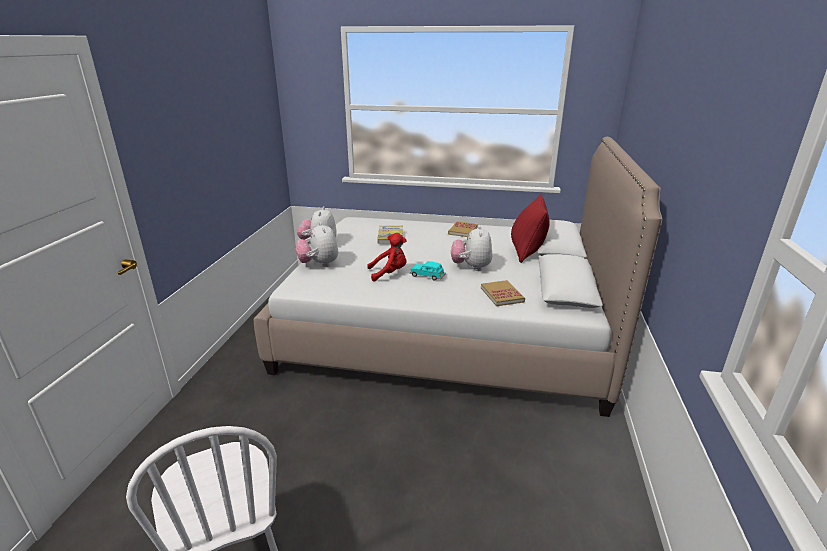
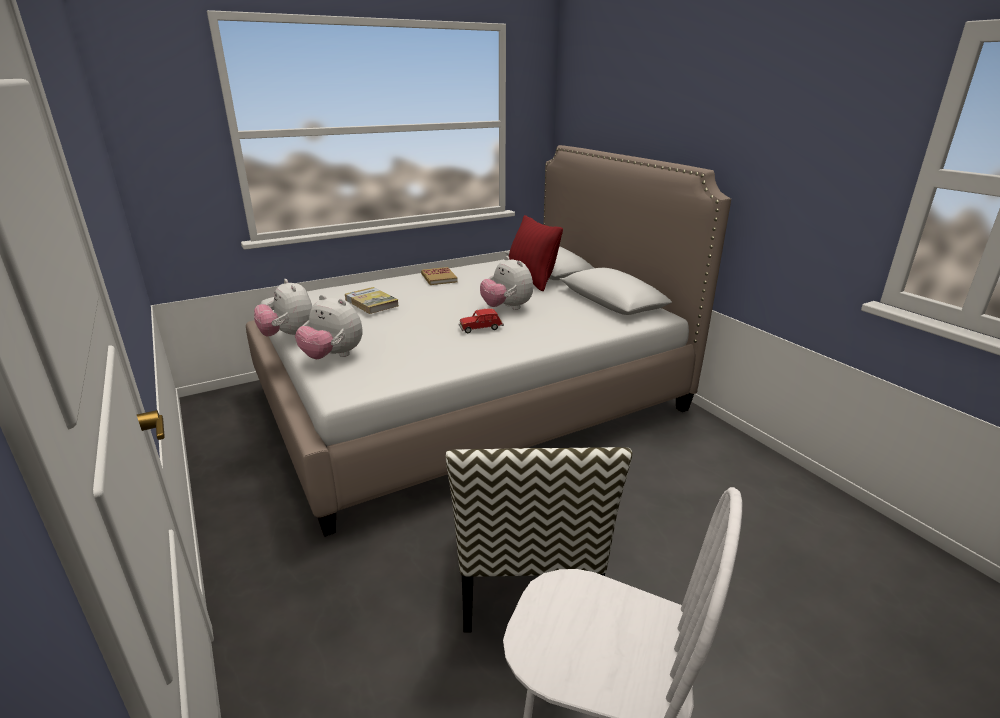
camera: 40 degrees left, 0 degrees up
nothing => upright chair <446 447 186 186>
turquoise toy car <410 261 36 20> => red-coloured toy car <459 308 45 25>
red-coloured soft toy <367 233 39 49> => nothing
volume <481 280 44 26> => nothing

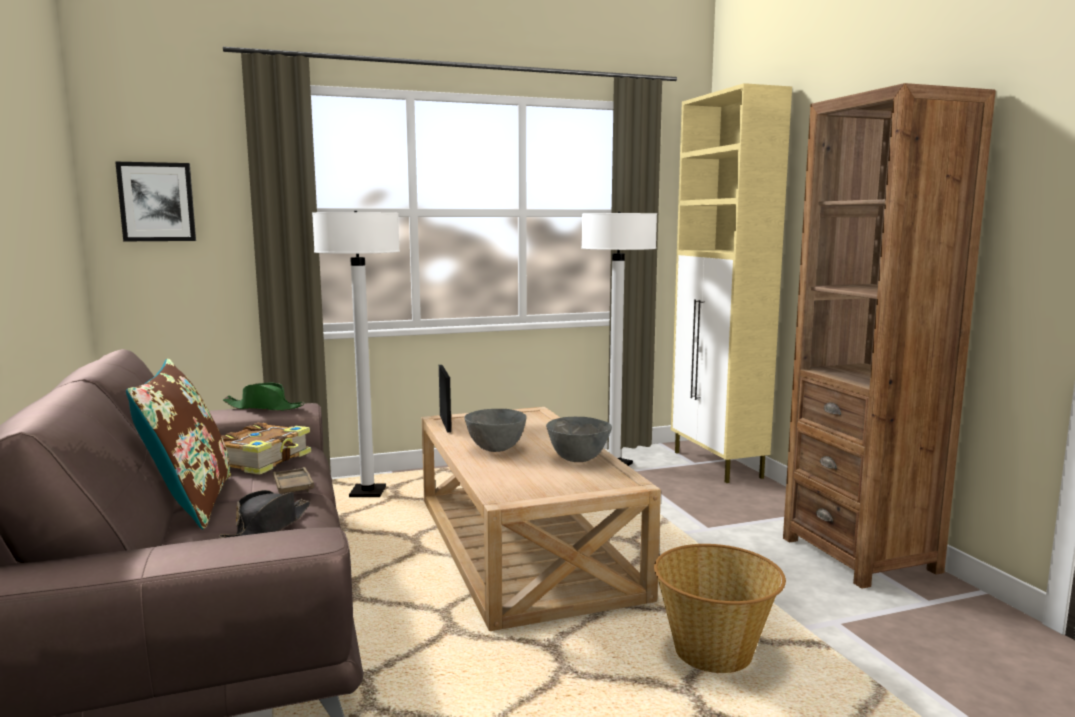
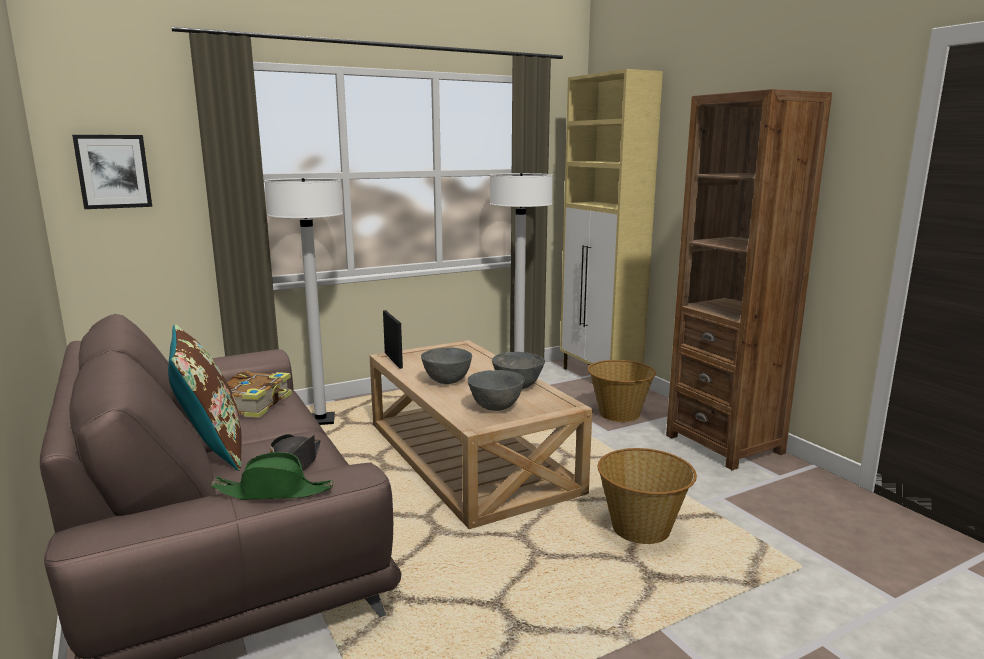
camera: 10 degrees left, 5 degrees up
green hat <223 383 82 28> => green hat <211 452 122 48>, shifted
nothing => greyish bowl <468 370 57 41>
nothing => household basket <588 360 68 62>
brown-coloured serving tray <273 467 41 27> => nothing

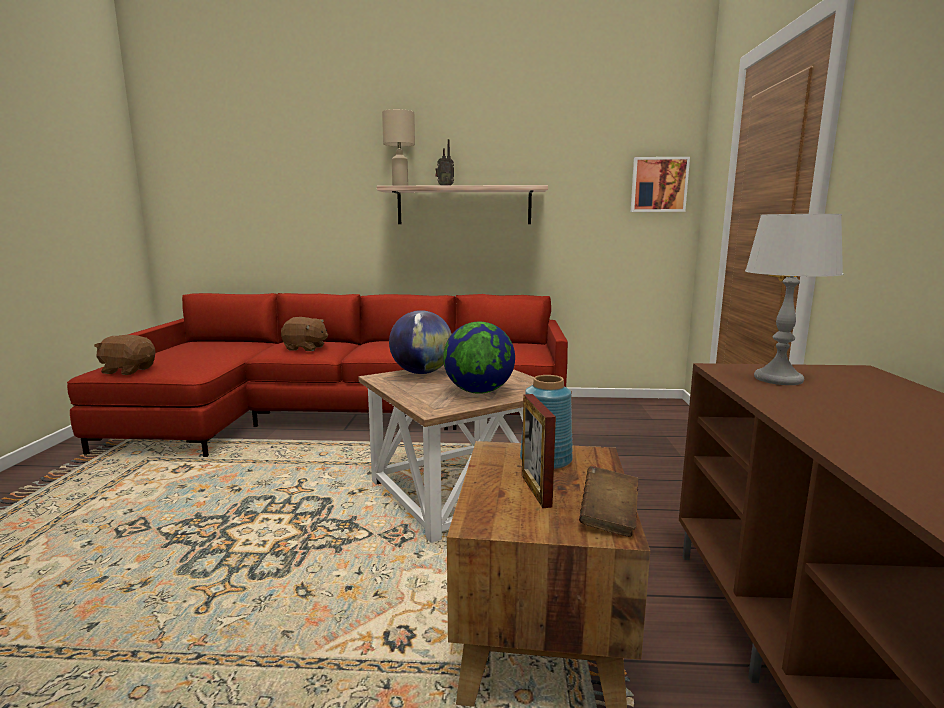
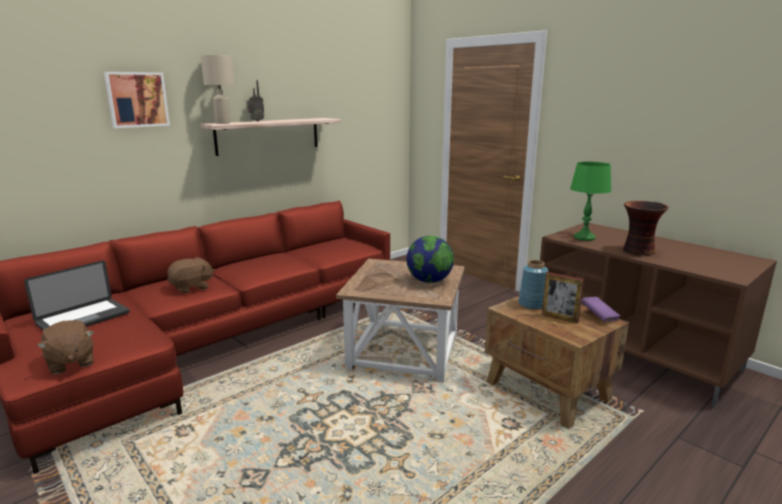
camera: 45 degrees left, 5 degrees up
nothing => notebook computer <24 261 106 69>
brown-coloured soft toy <94 335 61 40> => brown-coloured soft toy <37 320 57 54>, 90 degrees counterclockwise
wall art <631 157 59 55> => wall art <104 72 66 56>, shifted
greyish lamp for a table <745 214 98 171> => green lamp for a table <570 162 41 79>
brown-coloured volume <579 466 60 71> => purple-coloured volume <581 297 39 25>
nothing => decorative vase <623 201 46 55>
globe <389 310 63 64> => nothing

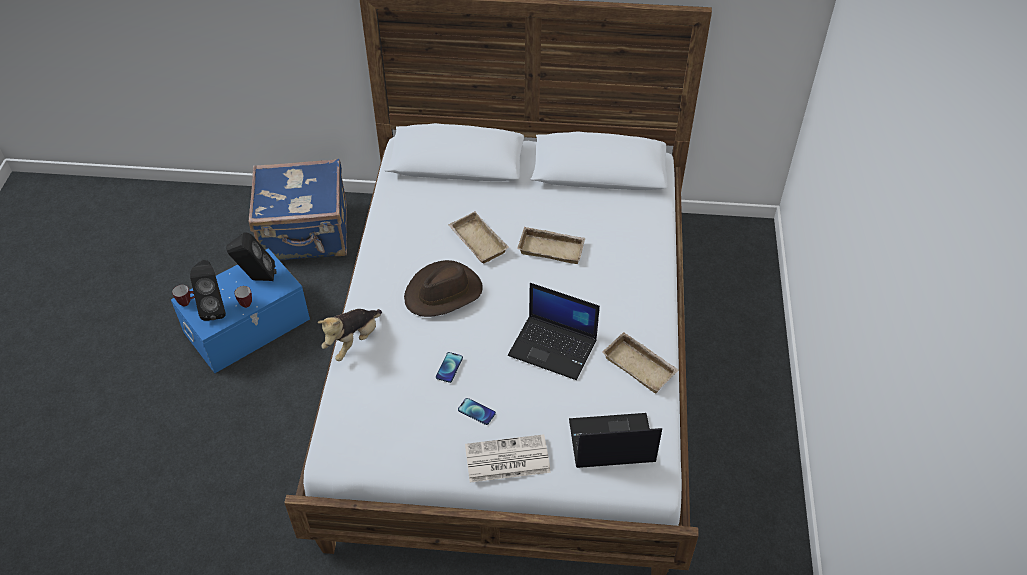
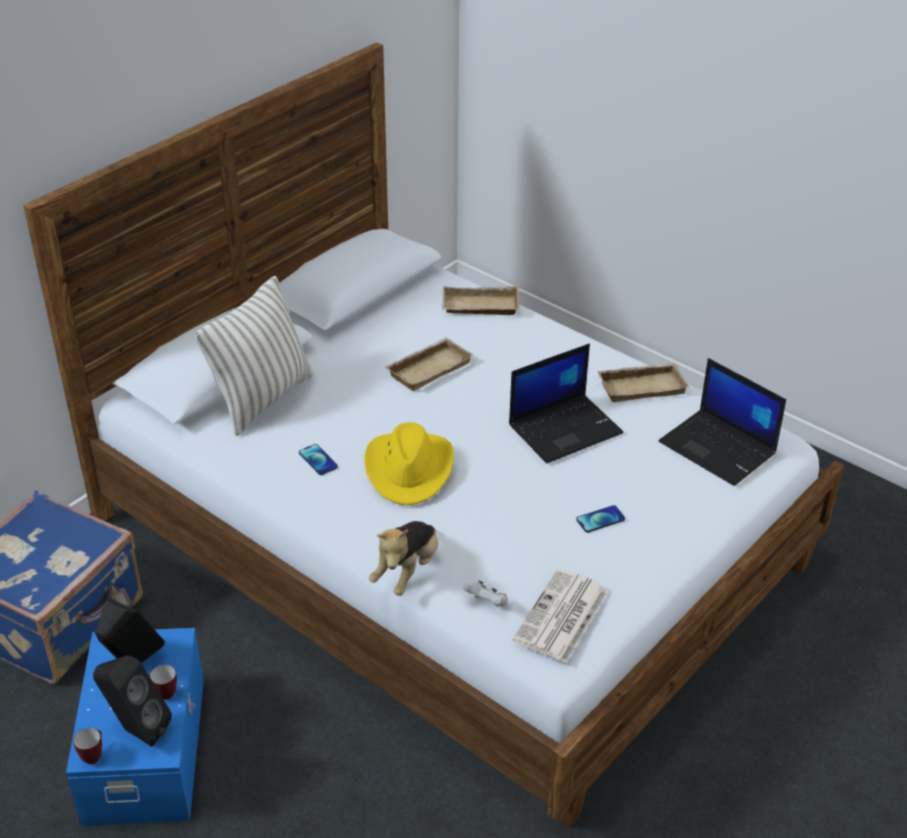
camera: 55 degrees left, 10 degrees down
nothing => throw pillow <195 276 118 160>
phone <436 352 27 31> => phone <299 444 39 31>, shifted
brown-coloured hat <404 260 79 57> => yellow hat <364 422 90 83>
soft toy <318 309 64 52> => soft toy <369 521 69 75>, 45 degrees clockwise
sand-coloured serving tray <448 212 61 51> => sand-coloured serving tray <442 286 78 29>, shifted
nothing => whitish gamepad <463 580 45 27>
daily paper <465 434 86 48> => daily paper <513 568 95 95>, shifted
notebook computer <569 413 93 55> => notebook computer <659 358 127 128>, 75 degrees counterclockwise

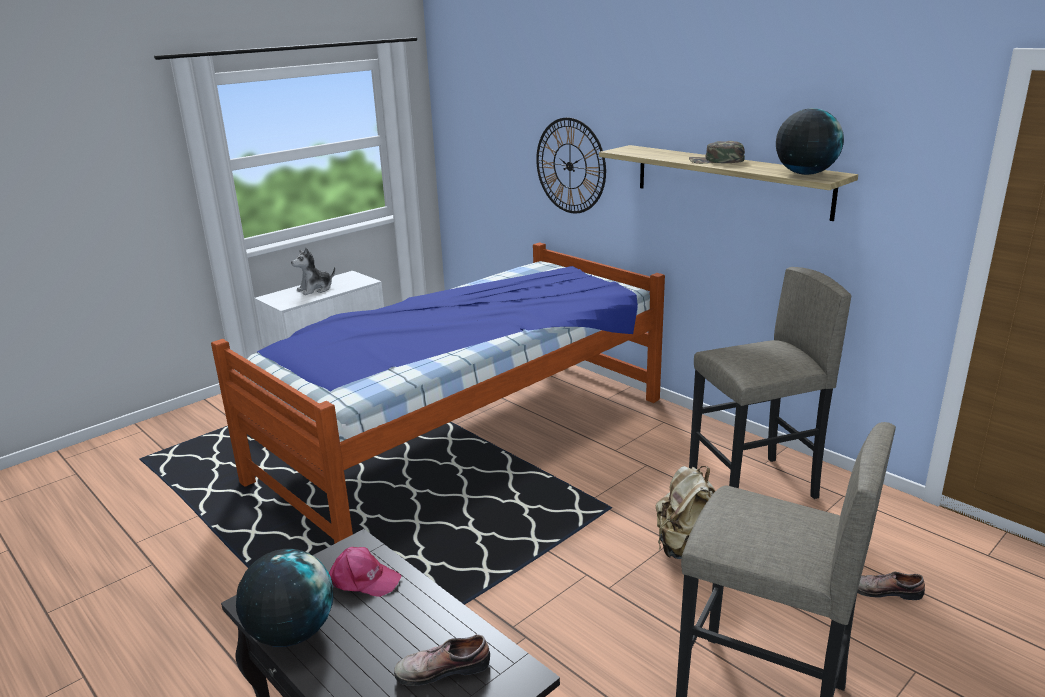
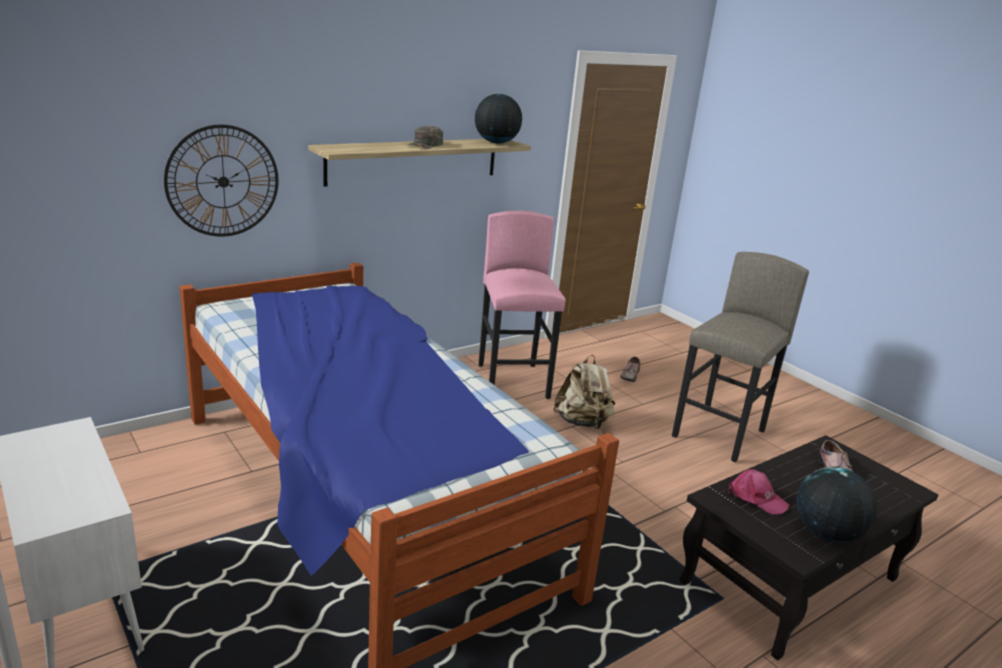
camera: 85 degrees left, 0 degrees up
greyish sitting stool <689 267 162 232> => pink sitting stool <478 211 88 188>
pink baseball cap <329 547 73 50> => pink baseball cap <728 469 61 46>, 105 degrees clockwise
soft toy <291 247 44 48> => nothing

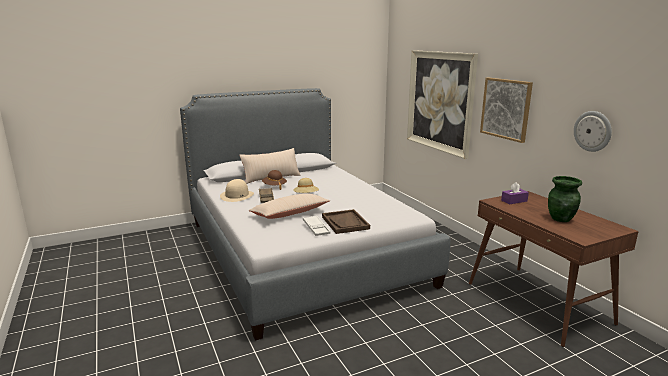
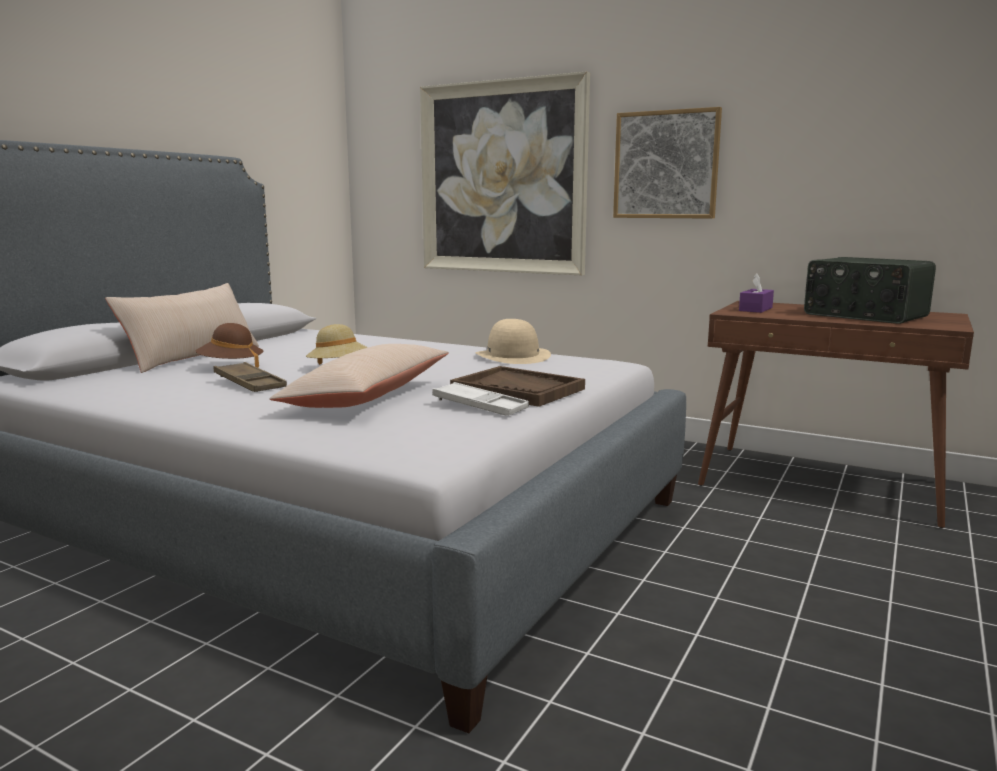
camera: 35 degrees left, 5 degrees down
sand-coloured hat <220 179 34 23> => sand-coloured hat <476 319 75 45>, shifted
green decorative vase <548 176 34 46> => radio receiver <804 257 132 67>
clock on the wall <574 111 38 41> => nothing

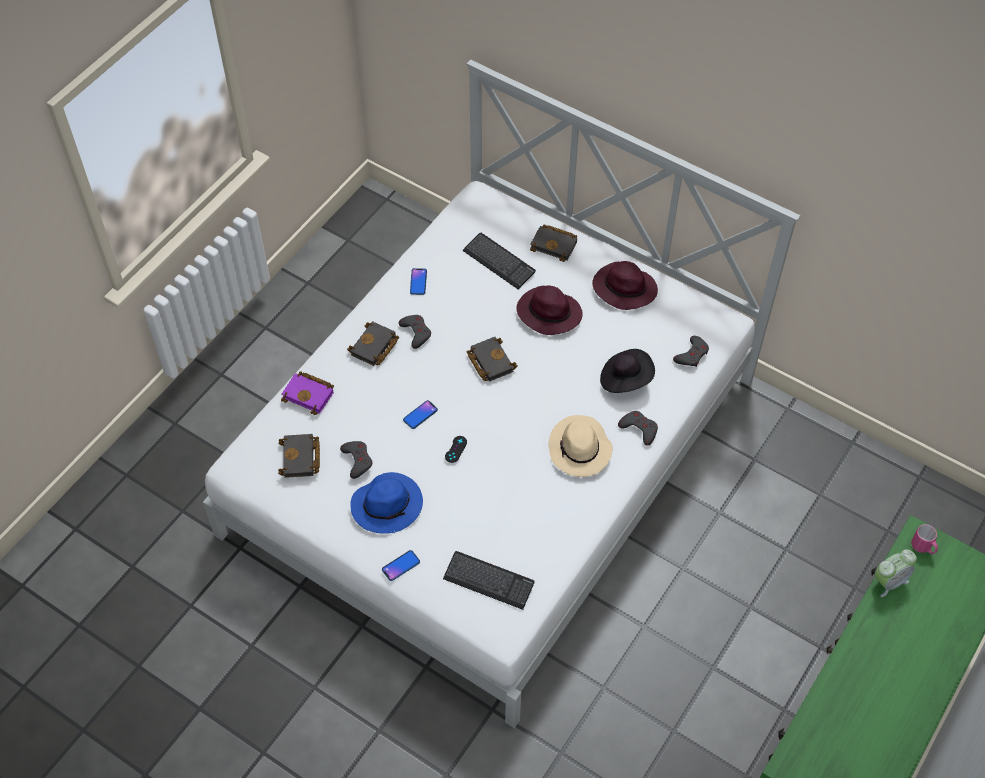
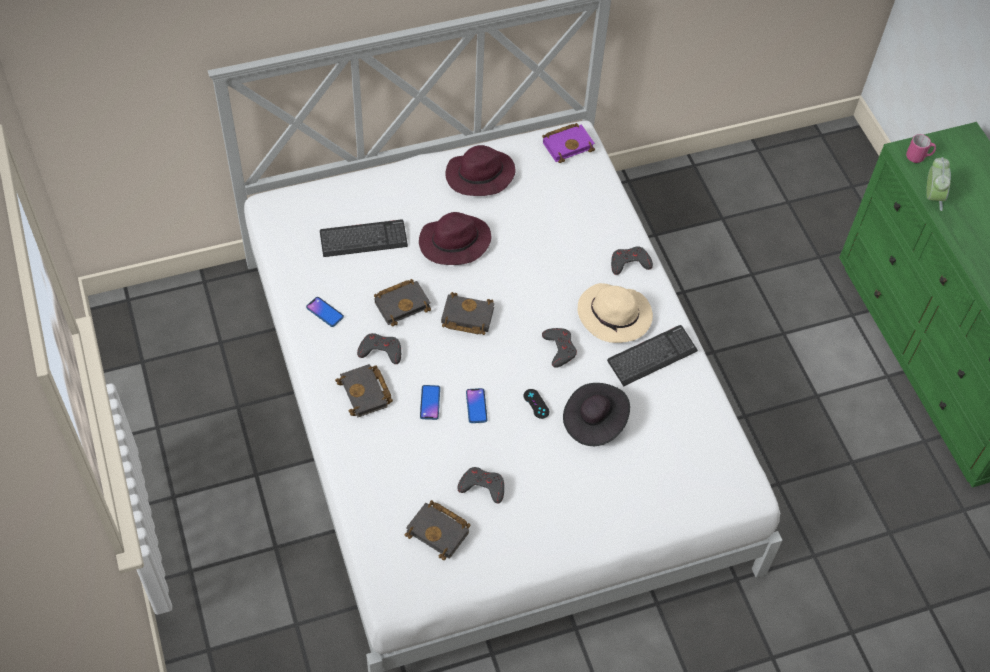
camera: 55 degrees left, 0 degrees up
blackish volume <530 224 47 38> => blackish volume <374 279 57 47>, shifted
phone <382 550 38 31> => phone <420 385 20 35>, shifted
purple-coloured volume <281 371 53 44> => purple-coloured volume <542 123 53 40>, shifted
greyish gamepad <673 336 36 31> => greyish gamepad <542 328 35 40>, shifted
blackish hat <600 349 55 44> => blackish hat <563 383 67 63>, shifted
computer keyboard <443 551 92 59> => computer keyboard <607 325 91 62>, shifted
blue hat <350 472 73 62> => nothing

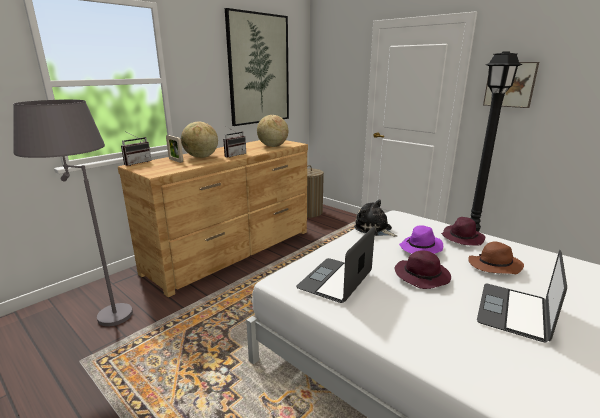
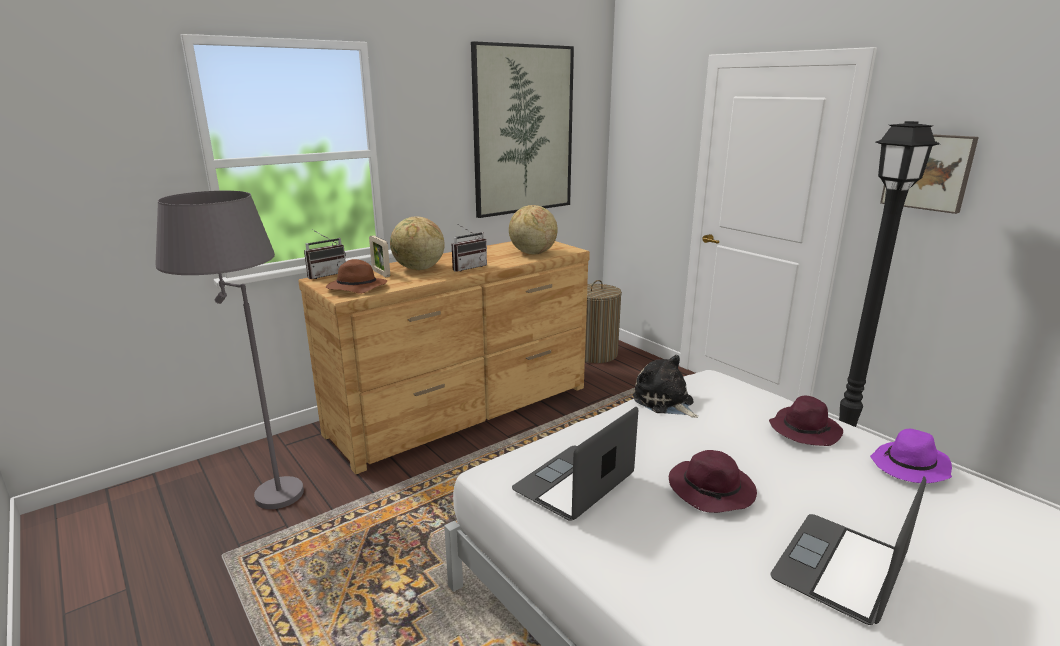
camera: 10 degrees right, 0 degrees up
brown-coloured hat <468 242 56 32> => brown-coloured hat <326 259 61 35>, shifted
purple-coloured hat <399 225 44 29> => purple-coloured hat <870 429 82 54>, shifted

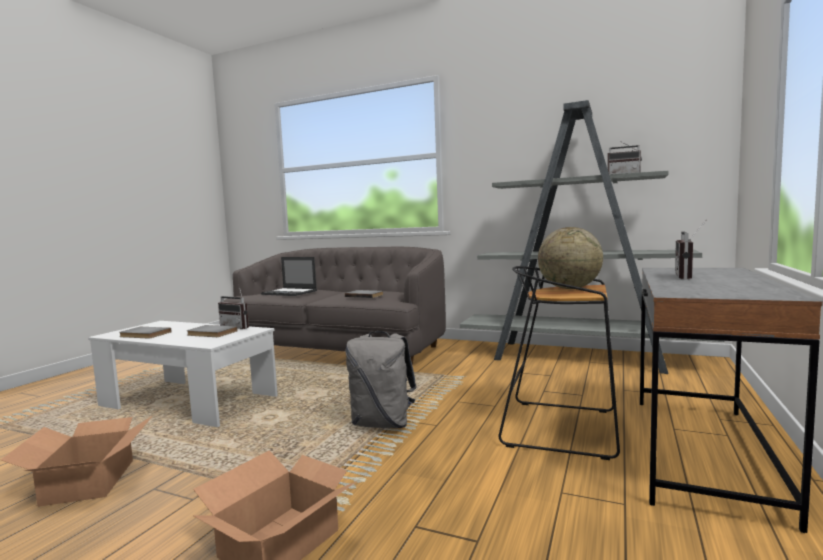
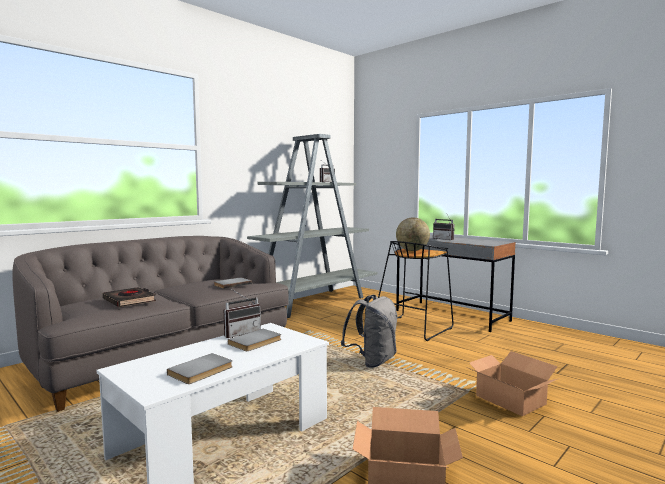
camera: 70 degrees left, 0 degrees up
notebook computer <261 257 56 39> => blackish volume <103 287 53 20>

